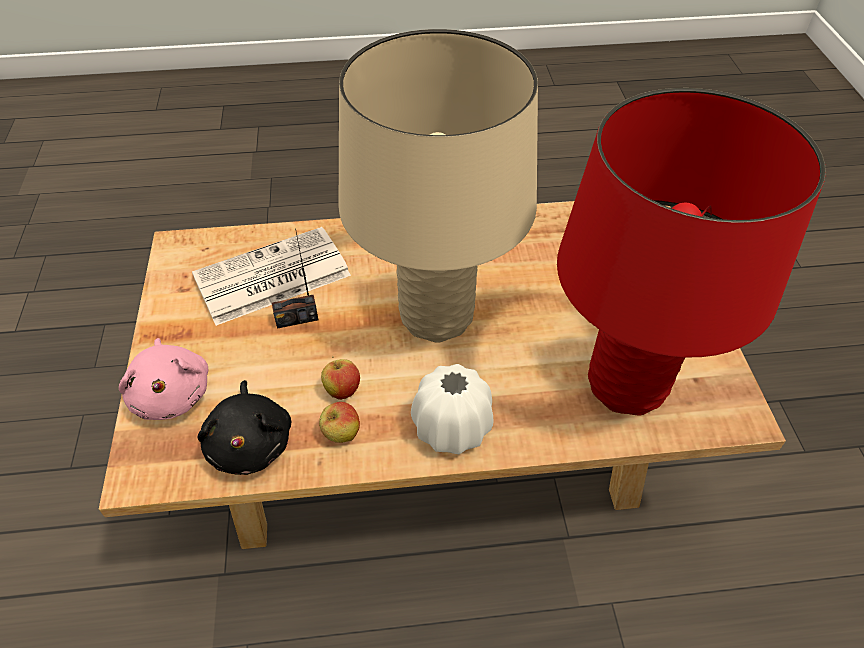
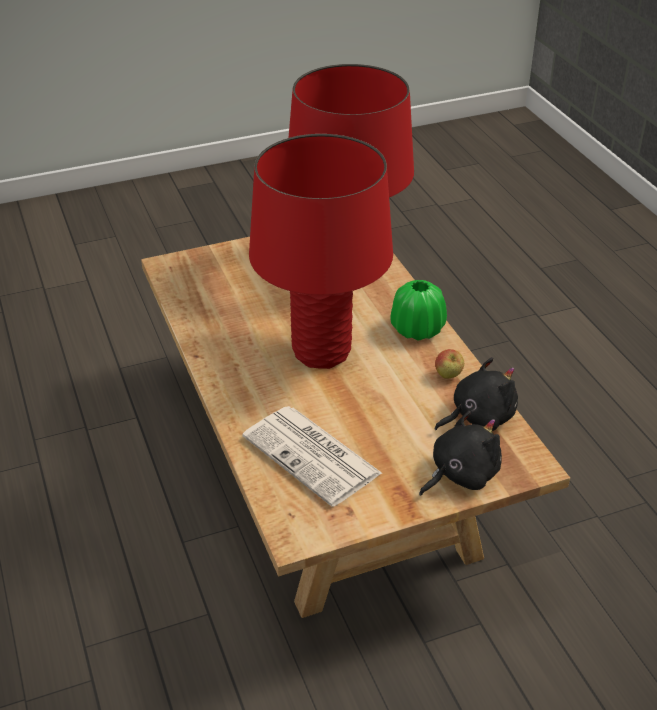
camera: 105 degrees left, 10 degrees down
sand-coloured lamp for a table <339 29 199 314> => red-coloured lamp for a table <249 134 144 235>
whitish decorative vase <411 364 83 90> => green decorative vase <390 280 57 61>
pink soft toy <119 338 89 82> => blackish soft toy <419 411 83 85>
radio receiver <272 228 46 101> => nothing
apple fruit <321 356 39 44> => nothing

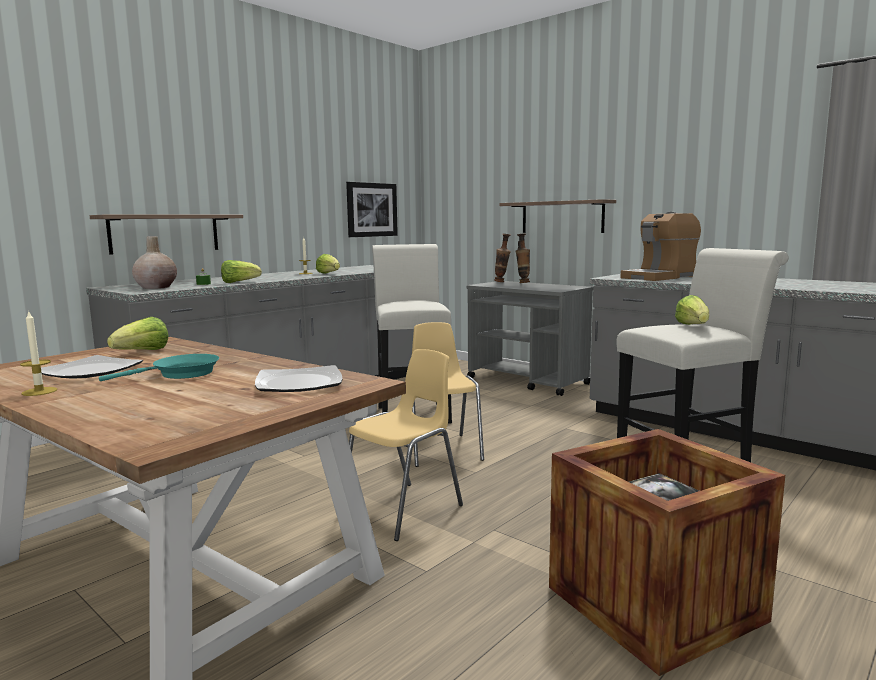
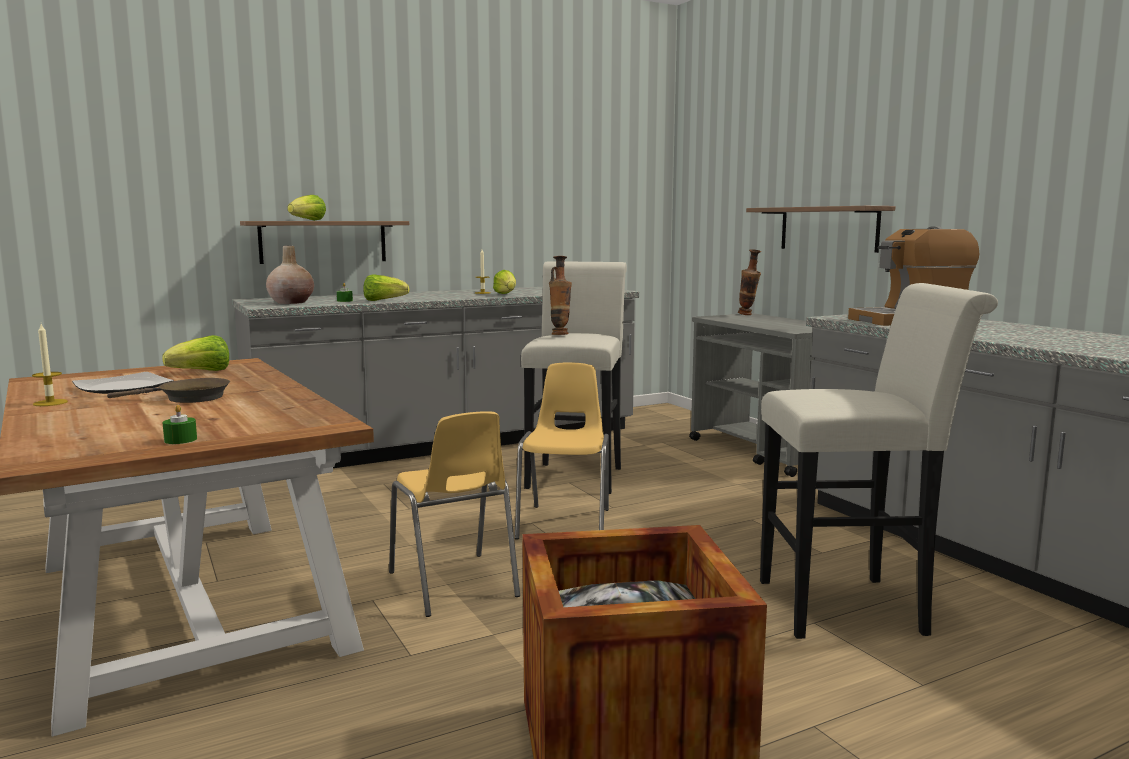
camera: 20 degrees right, 0 degrees up
turquoise skillet <99 354 120 27> => brown-coloured skillet <107 378 123 25>
nothing => green wax candle <163 405 34 39>
head of lettuce <675 295 34 30> => head of lettuce <287 195 39 26>, shifted
yellow upright chair <349 349 114 192> => yellow upright chair <389 411 131 206>, 90 degrees clockwise
decorative vase <516 234 14 49> => decorative vase <549 256 23 79>, shifted
plate <255 365 88 27> => nothing
wall art <346 182 52 55> => nothing

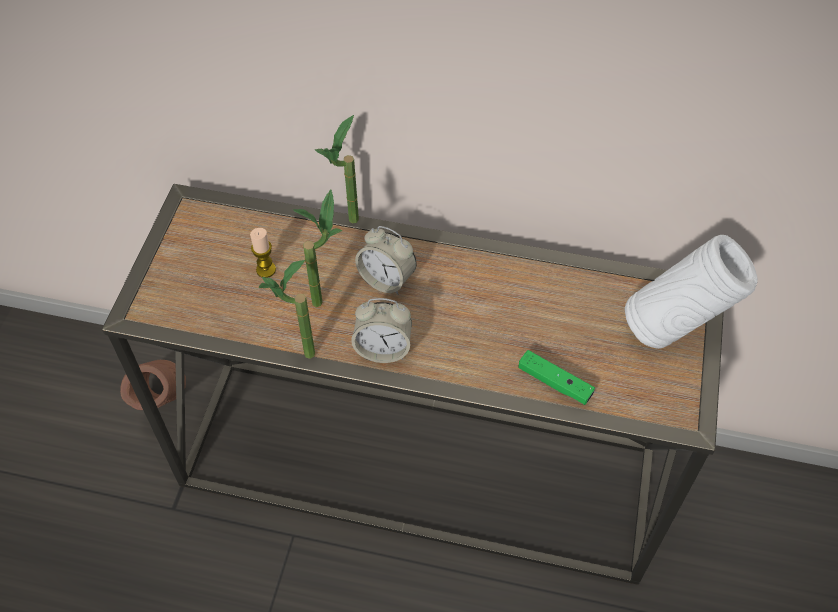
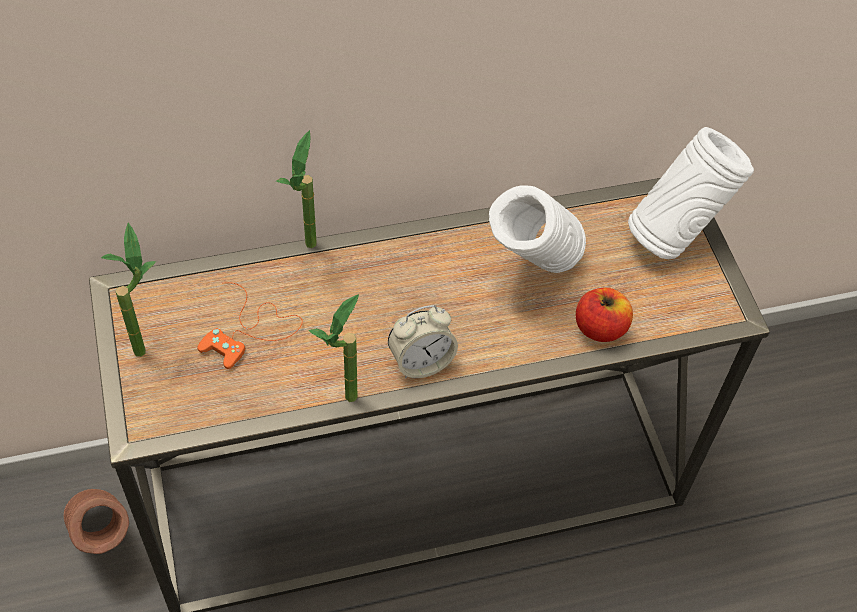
camera: 30 degrees left, 0 degrees up
houseplant <293 189 49 118> => houseplant <101 223 55 134>, shifted
wax candle <250 228 26 50> => orange gamepad <197 282 105 87>
nothing => whitish decorative vase <489 185 97 88>
green gamepad <518 350 77 55> => apple fruit <576 288 57 54>
alarm clock <355 226 61 69> => nothing

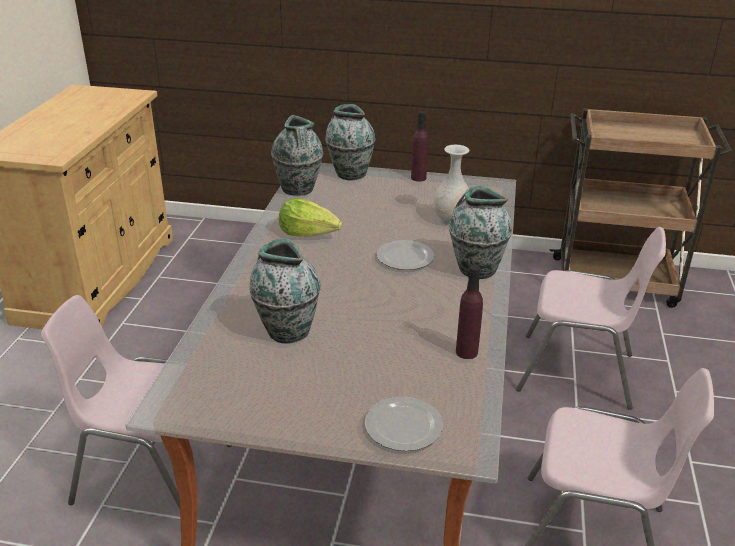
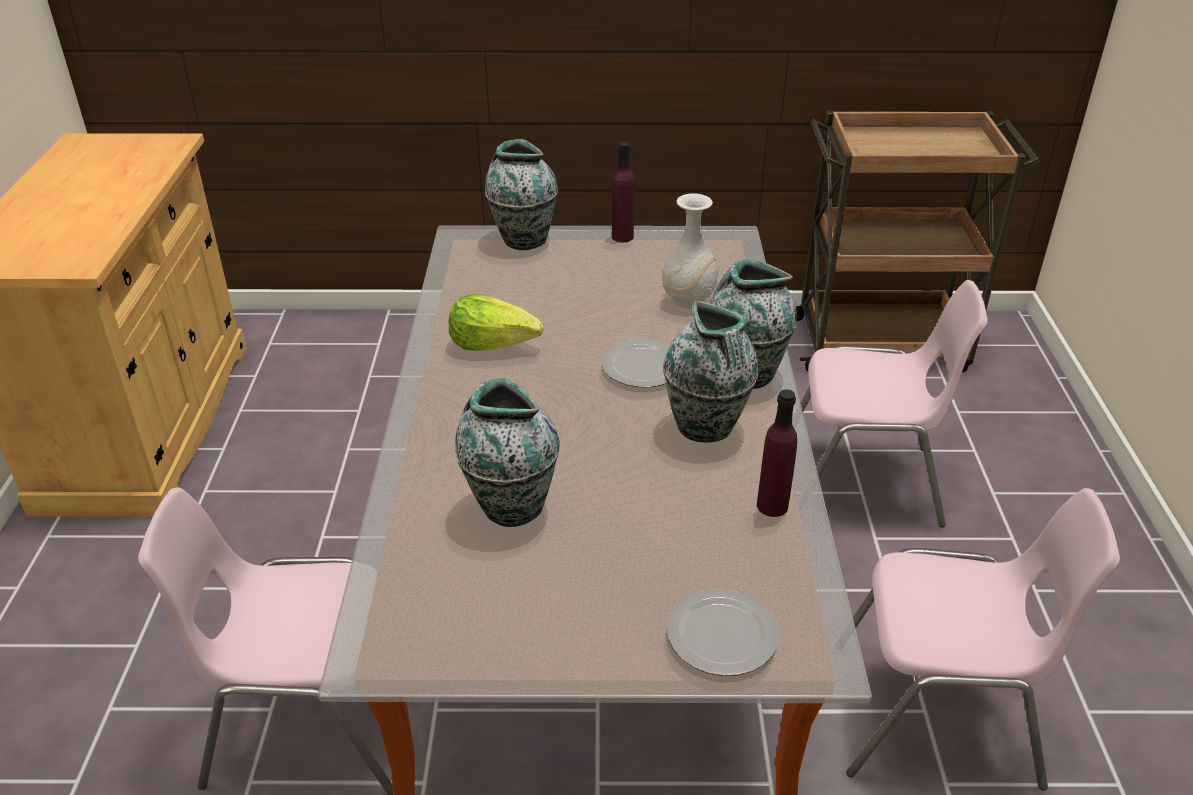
camera: 10 degrees left, 5 degrees up
decorative vase <271 115 52 81> => decorative vase <663 301 95 142>, shifted

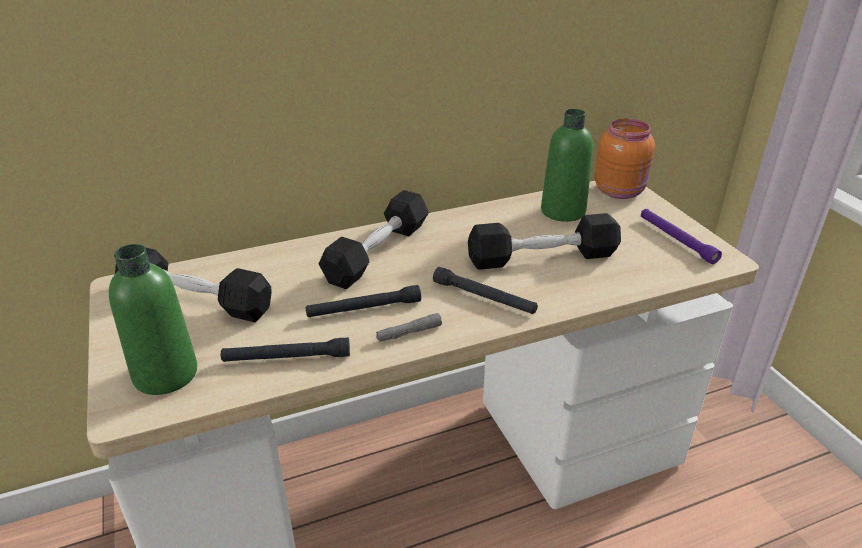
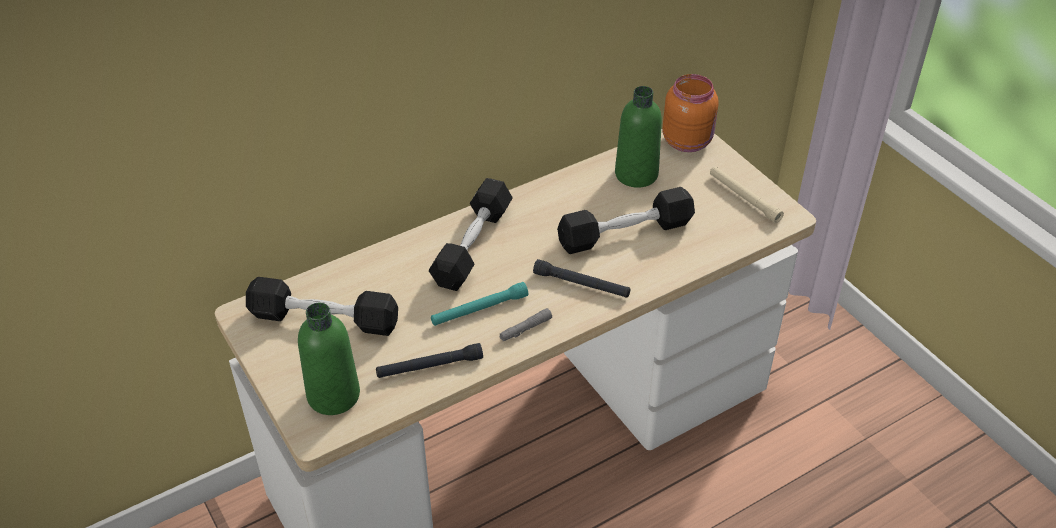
camera: 10 degrees left, 10 degrees up
blackish hand torch <306 285 115 32> => turquoise hand torch <431 282 97 44>
purple-coloured hand torch <641 209 81 55> => sand-coloured hand torch <710 166 74 57>

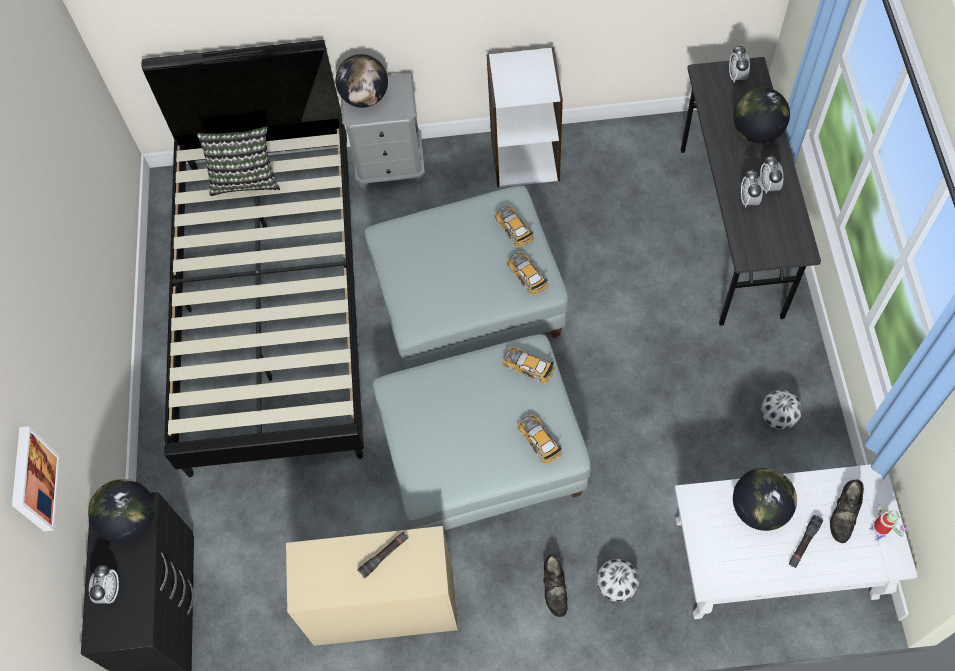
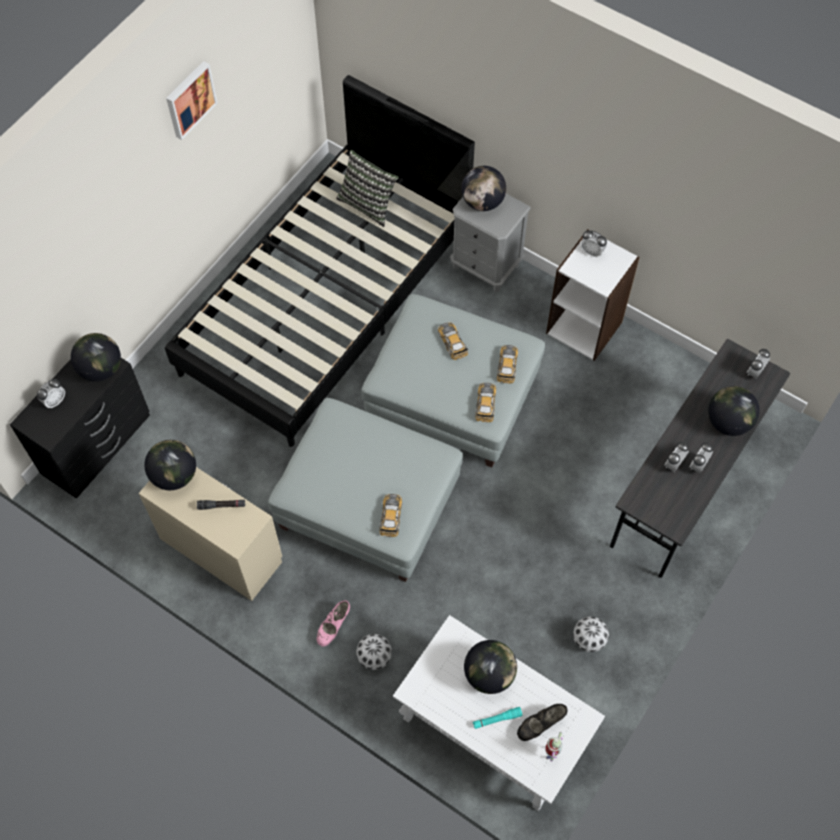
camera: 35 degrees right, 0 degrees up
nothing => globe <144 440 52 50>
wall art <12 426 48 106> => wall art <166 61 52 79>, shifted
blackish item of footwear <543 554 25 63> => pink item of footwear <317 601 33 46>
toy car <502 348 53 35> => toy car <438 322 30 38>, shifted
blackish hand torch <789 515 34 53> => turquoise hand torch <473 707 49 22>
nothing => alarm clock <581 230 26 28>

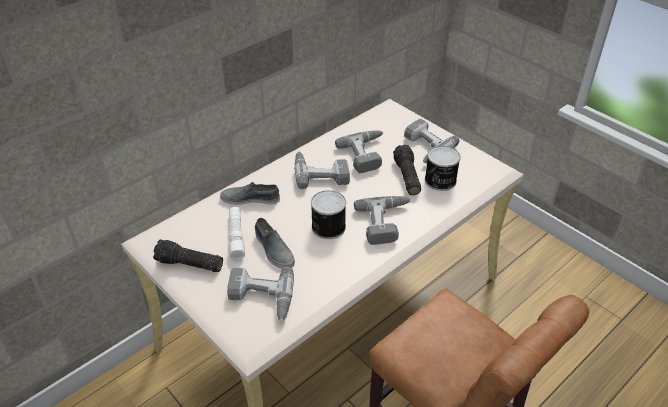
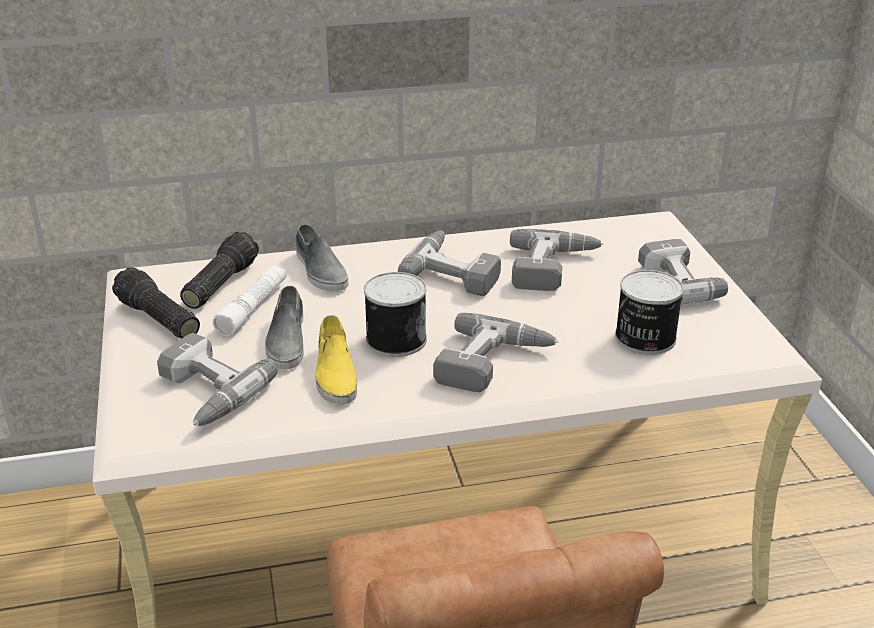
camera: 30 degrees right, 10 degrees down
hand torch <393 145 28 50> => hand torch <180 232 79 77>, shifted
greyish item of footwear <220 182 60 23> => greyish item of footwear <295 224 54 67>, 150 degrees counterclockwise
nothing => yellow item of footwear <315 315 42 90>

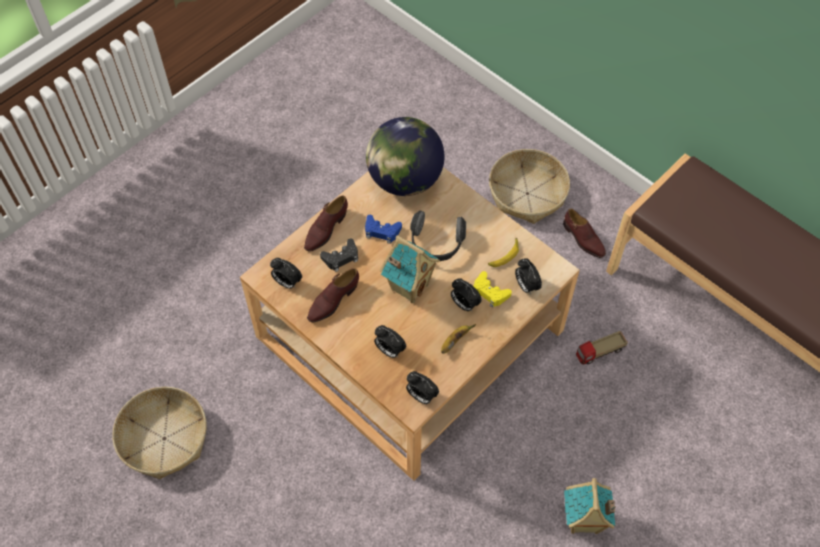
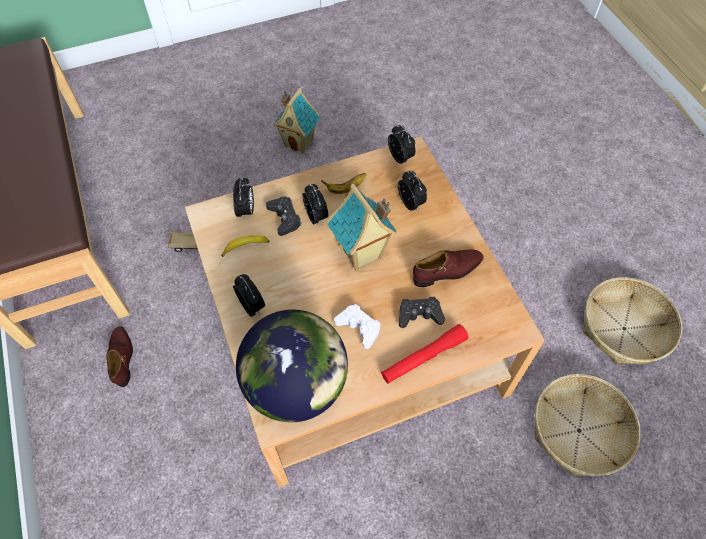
camera: 155 degrees left, 0 degrees up
alarm clock <270 258 32 31> => alarm clock <233 274 32 43>, shifted
yellow gamepad <474 271 38 37> => blackish gamepad <266 197 36 39>
blue gamepad <365 215 37 29> => whitish gamepad <334 304 47 45>
brown-coloured item of footwear <304 195 44 57> => red-coloured hand torch <381 324 87 60>
household basket <489 149 81 75> => household basket <535 374 106 102>, shifted
pair of headphones <410 210 56 51> => nothing

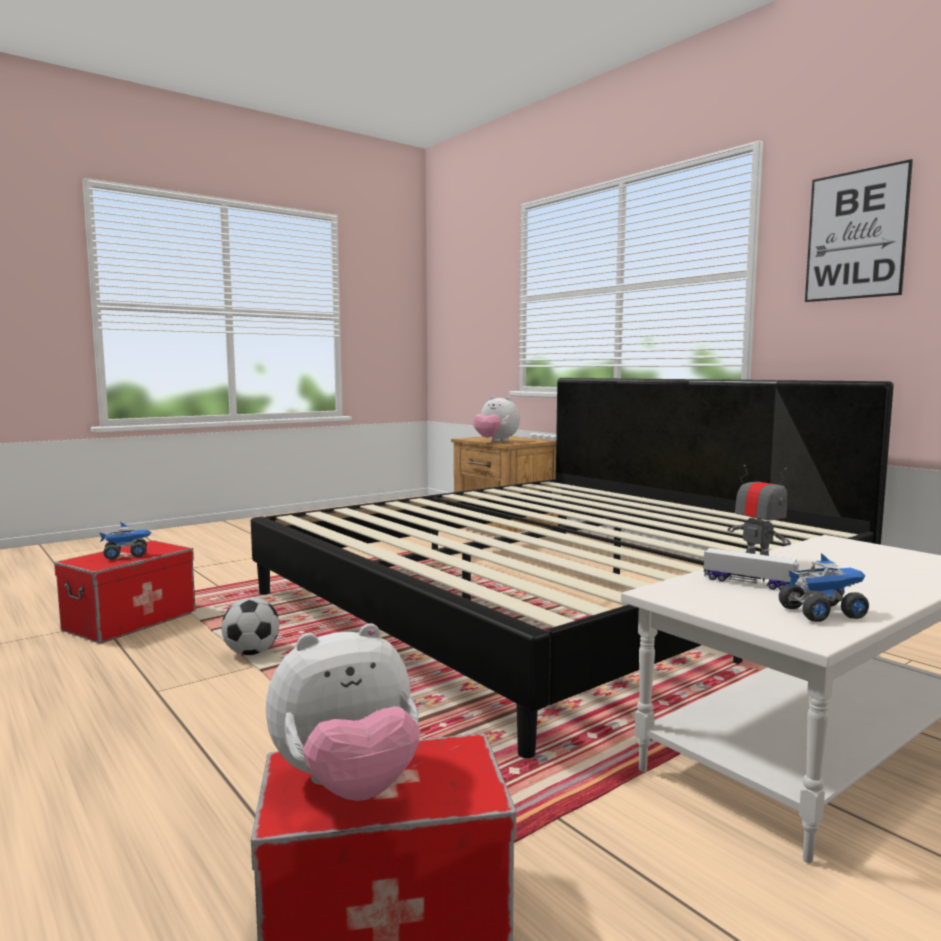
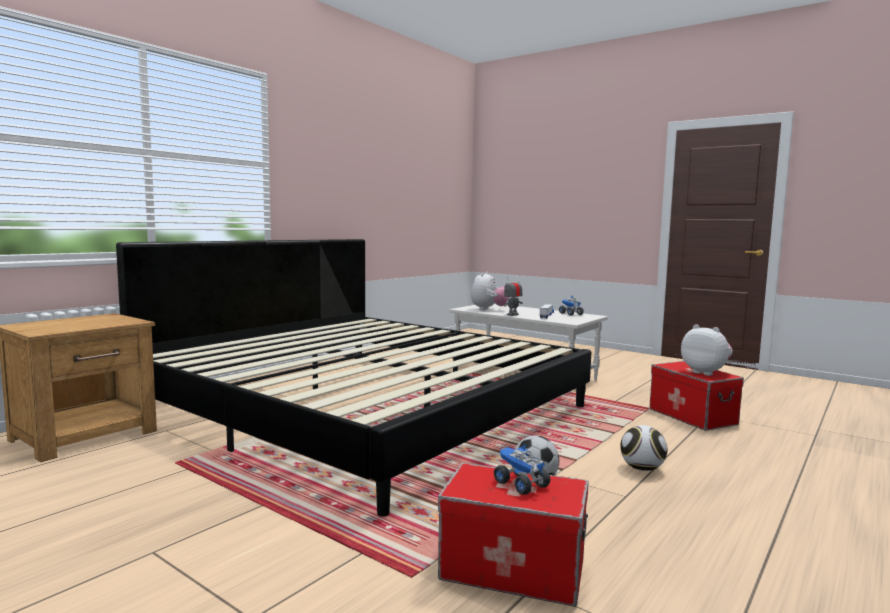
camera: 105 degrees left, 0 degrees up
soft toy <473 396 47 46> => soft toy <471 272 38 38>, shifted
nothing => ball for football <620 425 47 46>
wall art <805 159 108 143> => nothing

